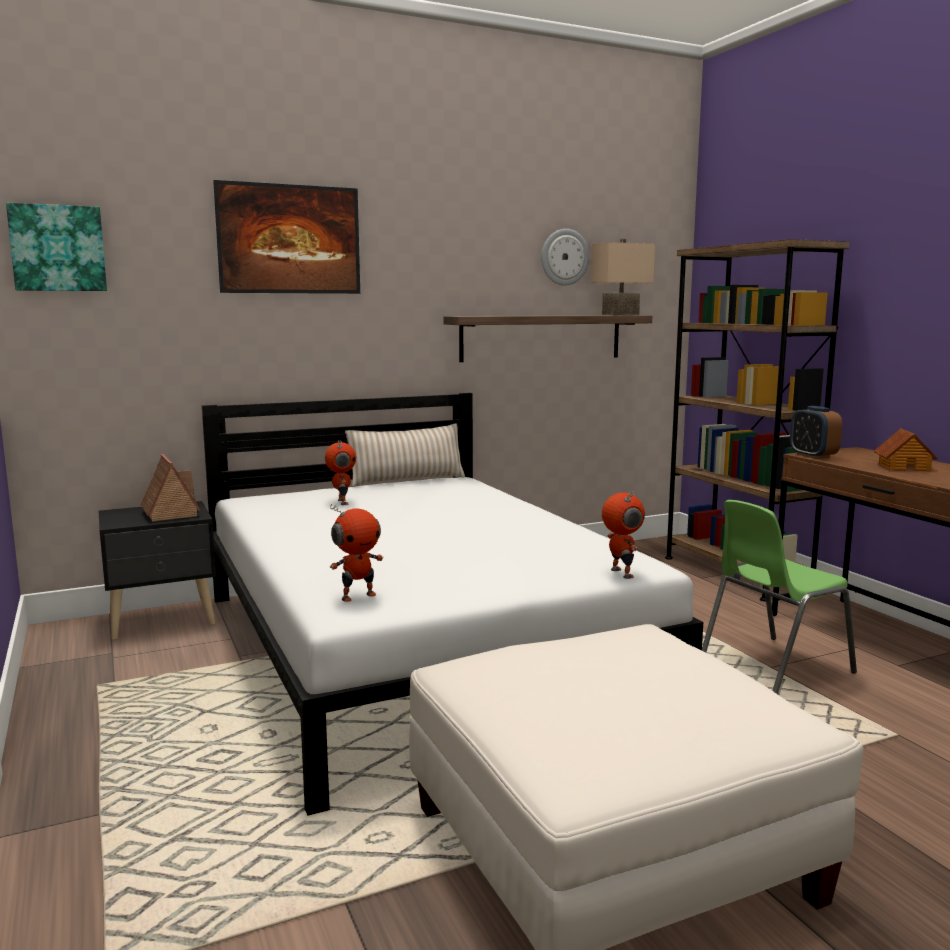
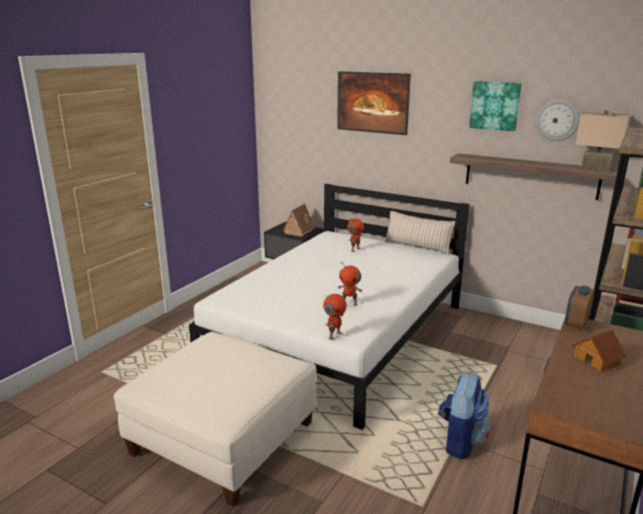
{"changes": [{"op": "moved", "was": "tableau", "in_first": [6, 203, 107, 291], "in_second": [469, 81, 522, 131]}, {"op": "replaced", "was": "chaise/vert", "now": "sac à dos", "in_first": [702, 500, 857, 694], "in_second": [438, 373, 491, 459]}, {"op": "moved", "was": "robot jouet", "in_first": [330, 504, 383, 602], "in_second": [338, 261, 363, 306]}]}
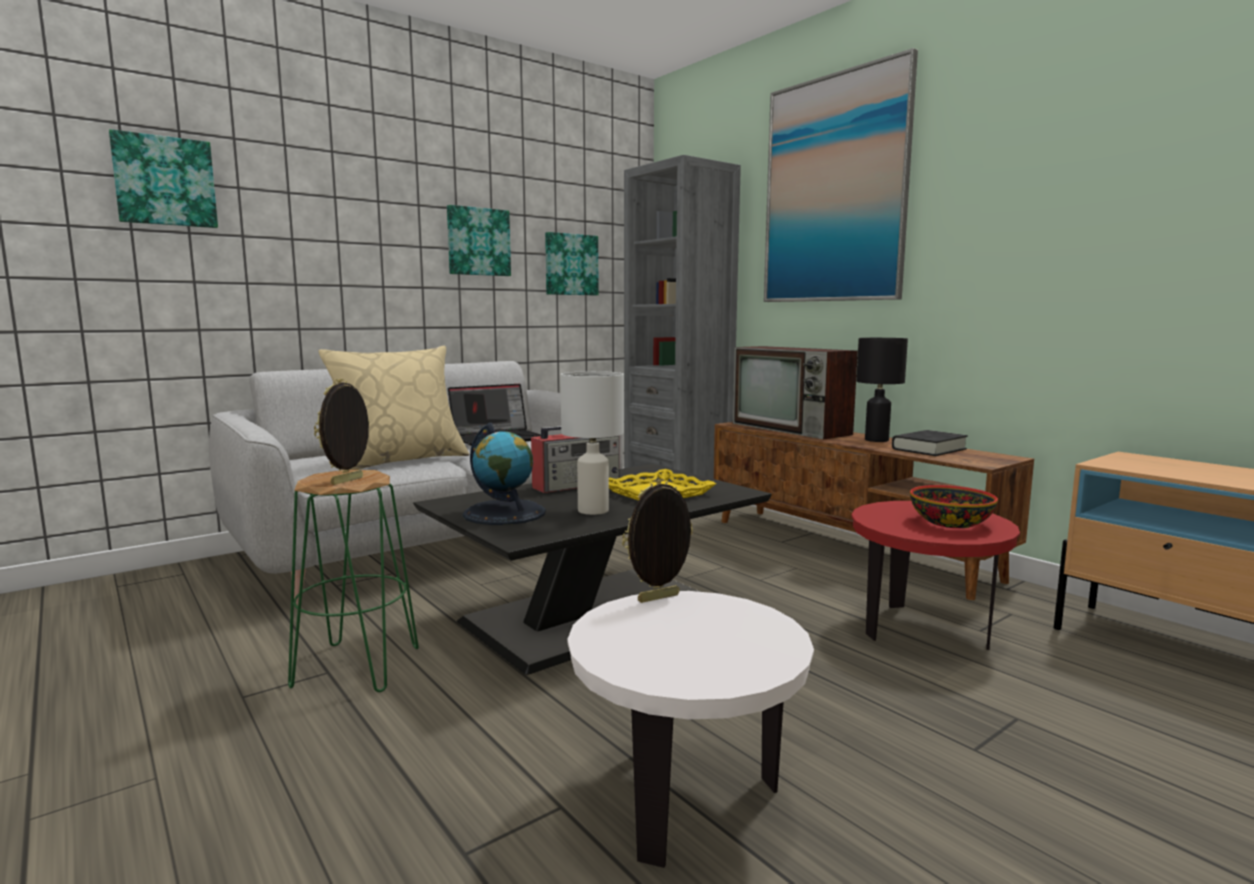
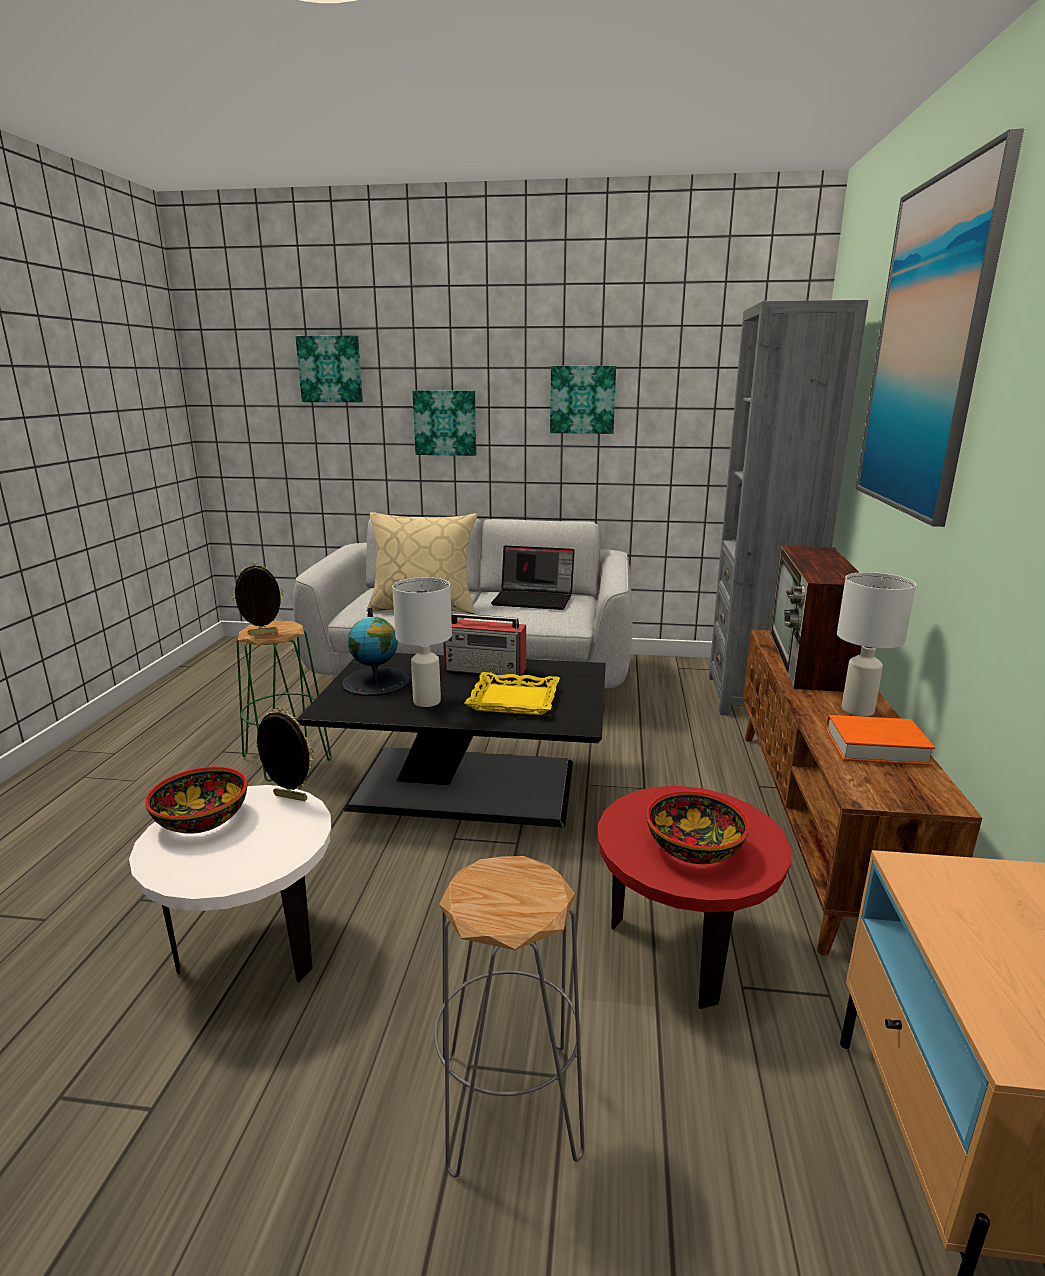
{"changes": [{"op": "moved", "was": "tableau", "in_first": [545, 232, 599, 295], "in_second": [412, 390, 477, 456]}, {"op": "recoloured", "was": "lampe de table/noir", "now": "lampe de table/blanc", "in_first": [856, 338, 908, 442], "in_second": [837, 572, 916, 717]}, {"op": "recoloured", "was": "livre/noir", "now": "livre/orange", "in_first": [892, 430, 968, 456], "in_second": [826, 715, 935, 766]}, {"op": "added", "now": "bol", "in_second": [145, 767, 247, 834]}, {"op": "added", "now": "tabouret/gris", "in_second": [434, 856, 585, 1178]}]}
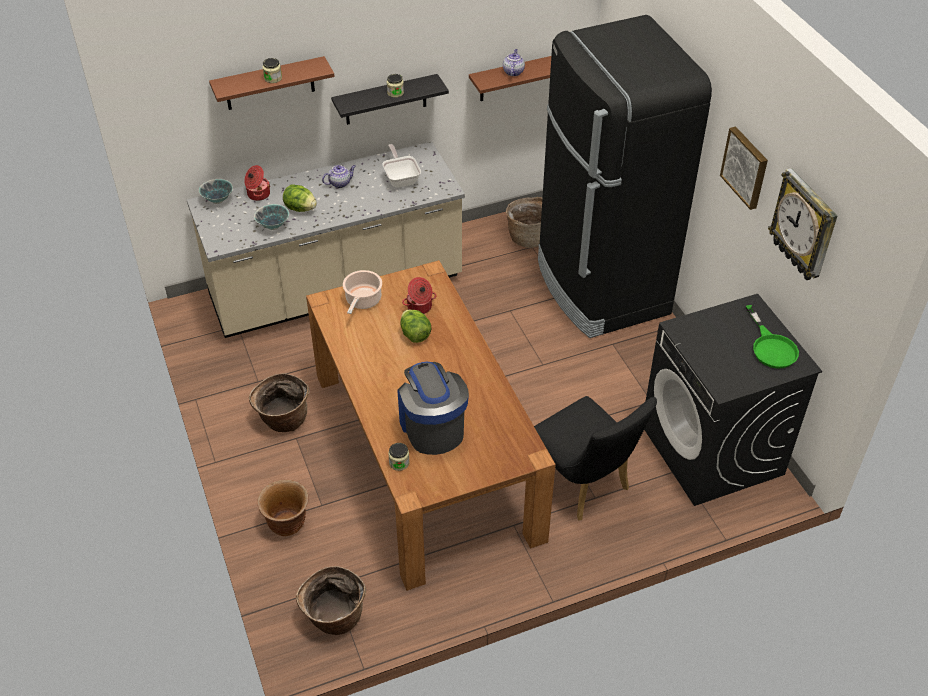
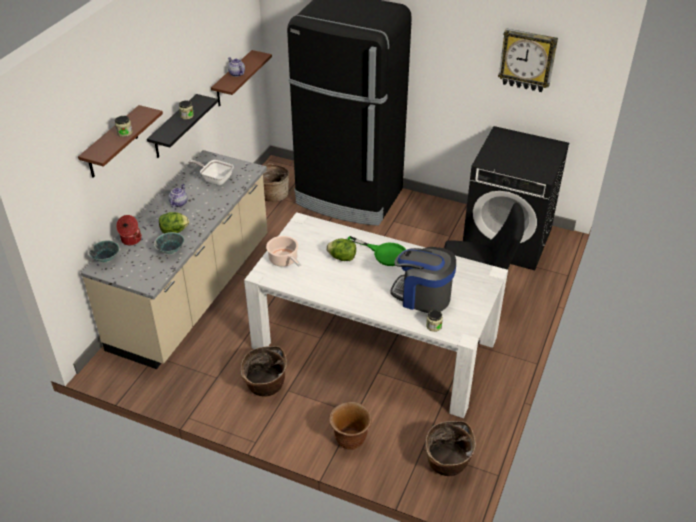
{"changes": [{"op": "removed", "was": "tableau", "in_first": [720, 127, 768, 210]}, {"op": "recoloured", "was": "table à manger/marron", "now": "table à manger/blanc", "in_first": [306, 260, 556, 591], "in_second": [244, 212, 508, 418]}, {"op": "removed", "was": "marmite", "in_first": [402, 277, 437, 314]}, {"op": "moved", "was": "poêle/vert", "in_first": [746, 305, 799, 369], "in_second": [347, 236, 406, 266]}]}
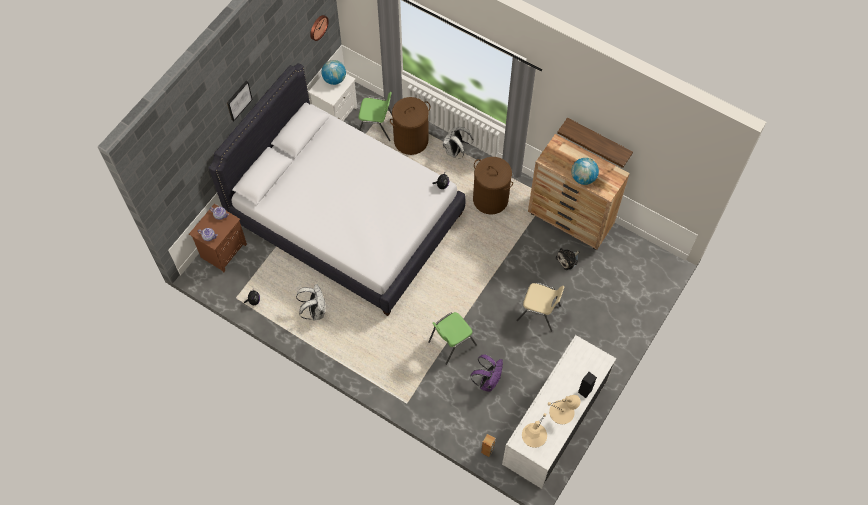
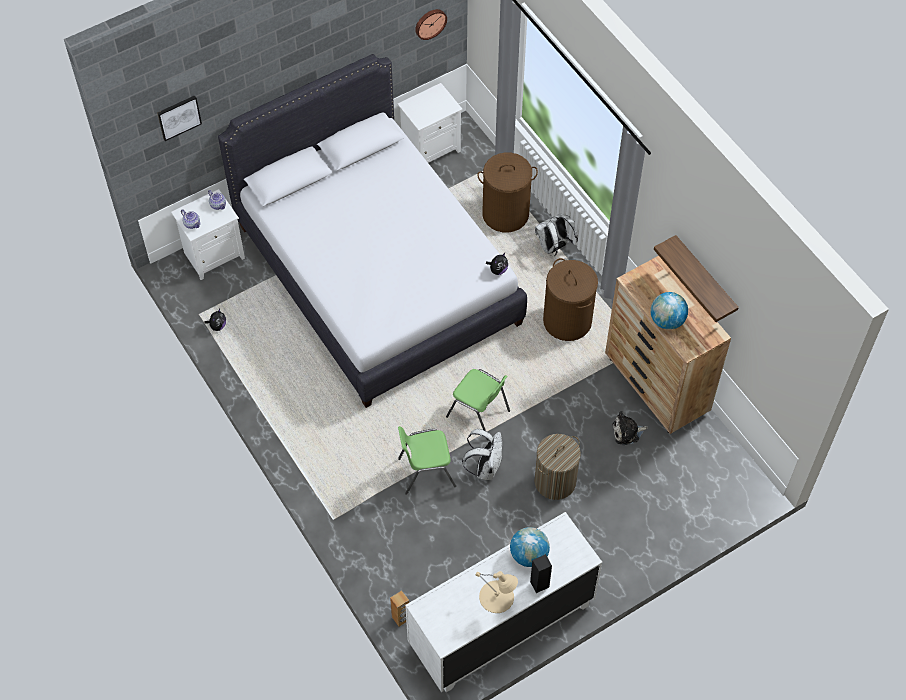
{"changes": [{"op": "moved", "was": "globe", "in_first": [321, 60, 346, 85], "in_second": [510, 527, 550, 567]}, {"op": "moved", "was": "tableau", "in_first": [227, 81, 253, 121], "in_second": [157, 95, 202, 141]}, {"op": "moved", "was": "chaise/vert", "in_first": [358, 92, 392, 141], "in_second": [446, 369, 510, 440]}, {"op": "recoloured", "was": "table de chevet/marron", "now": "table de chevet/blanc", "in_first": [189, 204, 247, 273], "in_second": [171, 189, 245, 280]}, {"op": "replaced", "was": "chaise/beige", "now": "panier à linge", "in_first": [516, 282, 564, 332], "in_second": [534, 434, 581, 500]}, {"op": "moved", "was": "sac à dos/blanc", "in_first": [296, 284, 326, 320], "in_second": [462, 429, 502, 480]}, {"op": "removed", "was": "sac à dos/violet", "in_first": [470, 354, 503, 392]}, {"op": "removed", "was": "lampe de table/beige", "in_first": [522, 413, 547, 448]}]}
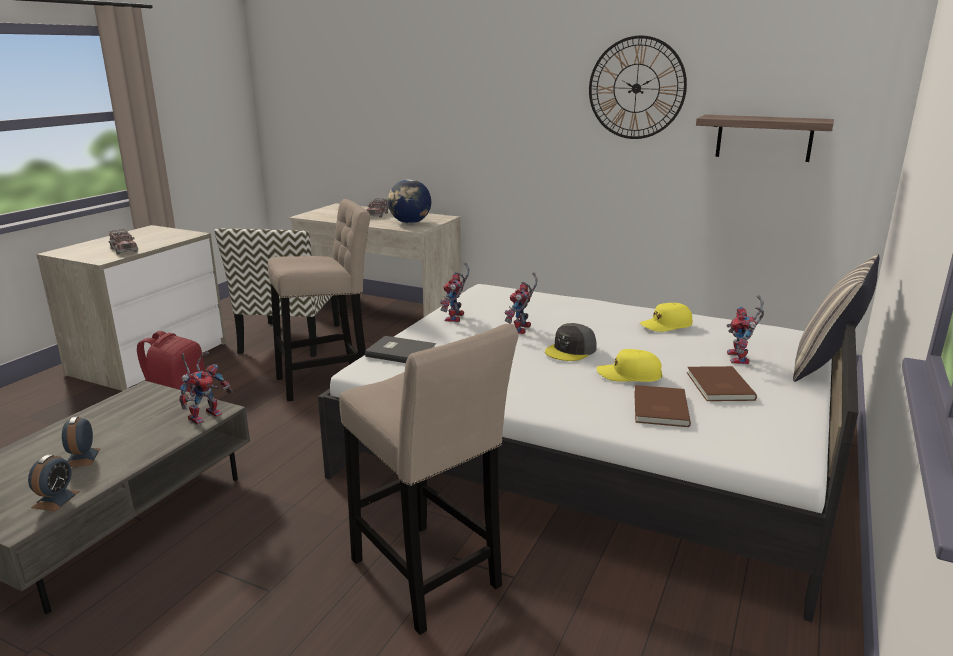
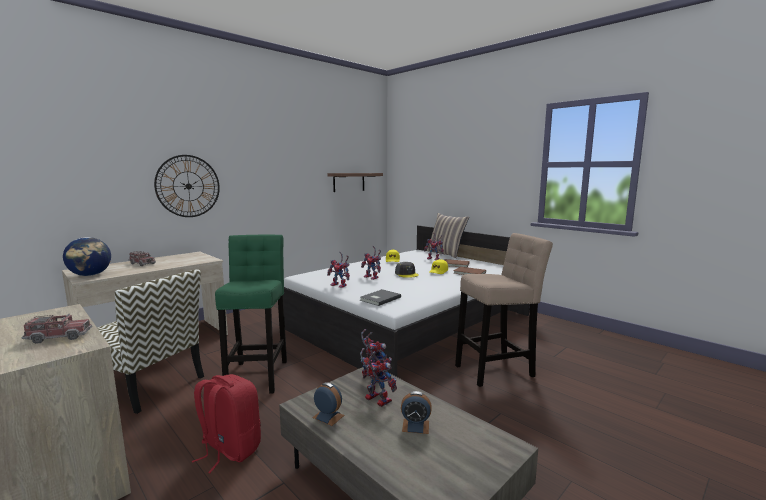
{"changes": [{"op": "moved", "was": "horloge murale", "in_first": [589, 35, 687, 139], "in_second": [154, 155, 220, 217]}, {"op": "moved", "was": "globe", "in_first": [388, 179, 431, 224], "in_second": [63, 237, 111, 276]}, {"op": "recoloured", "was": "tabouret/beige", "now": "tabouret/vert", "in_first": [268, 199, 370, 401], "in_second": [215, 235, 287, 394]}, {"op": "moved", "was": "réveil", "in_first": [28, 454, 80, 511], "in_second": [312, 382, 345, 426]}, {"op": "added", "now": "robot jouet", "in_second": [360, 348, 397, 407]}]}
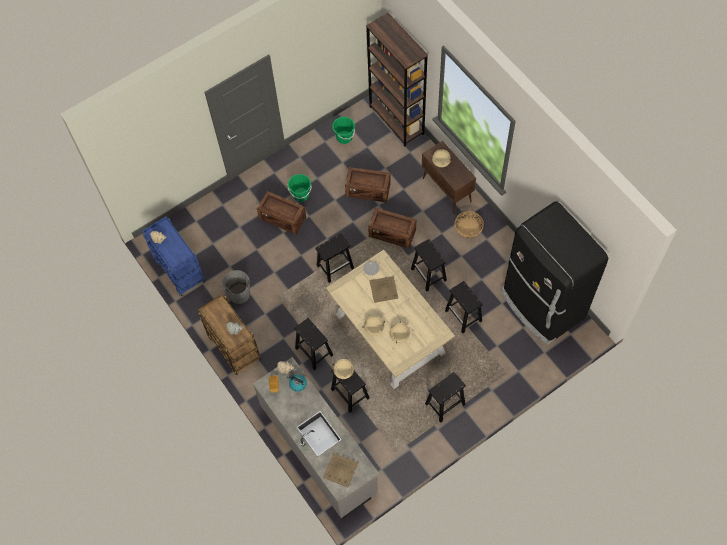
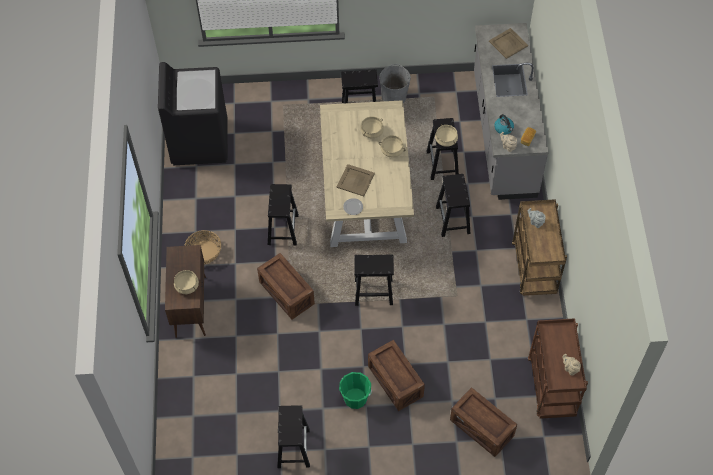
{"changes": [{"op": "removed", "was": "bibliothèque/marron", "in_first": [366, 12, 428, 147]}, {"op": "removed", "was": "seau/vert", "in_first": [333, 117, 355, 144]}, {"op": "moved", "was": "caisse", "in_first": [345, 167, 391, 202], "in_second": [450, 387, 517, 457]}, {"op": "replaced", "was": "réfrigérateur/noir", "now": "lave-linge/noir", "in_first": [501, 201, 608, 345], "in_second": [158, 62, 228, 165]}, {"op": "recoloured", "was": "chariot/bleu", "now": "chariot/marron", "in_first": [142, 216, 205, 296], "in_second": [528, 318, 588, 419]}, {"op": "moved", "was": "seau/gris", "in_first": [222, 270, 250, 304], "in_second": [379, 64, 411, 103]}, {"op": "moved", "was": "tabouret/noir", "in_first": [445, 281, 483, 334], "in_second": [277, 405, 310, 468]}]}
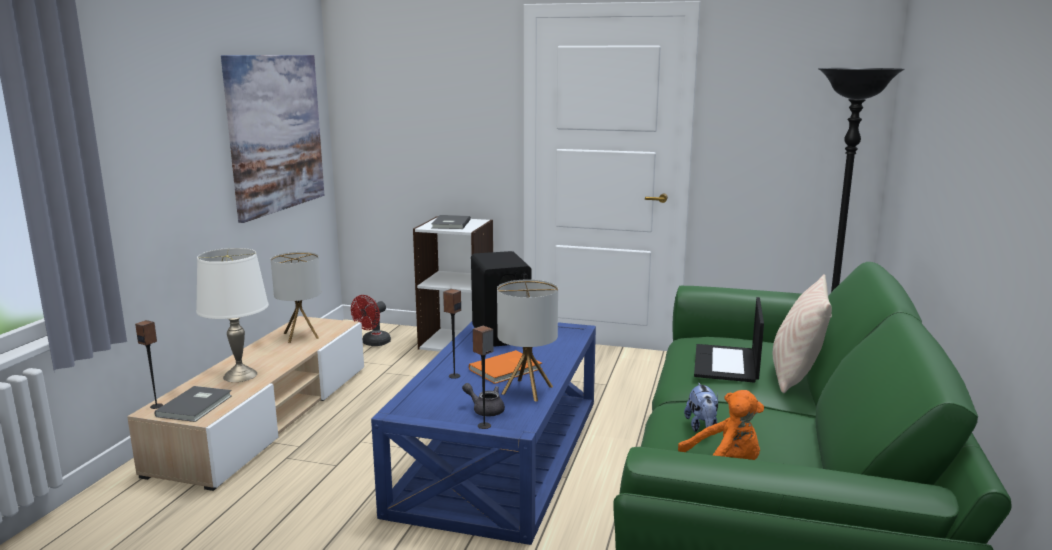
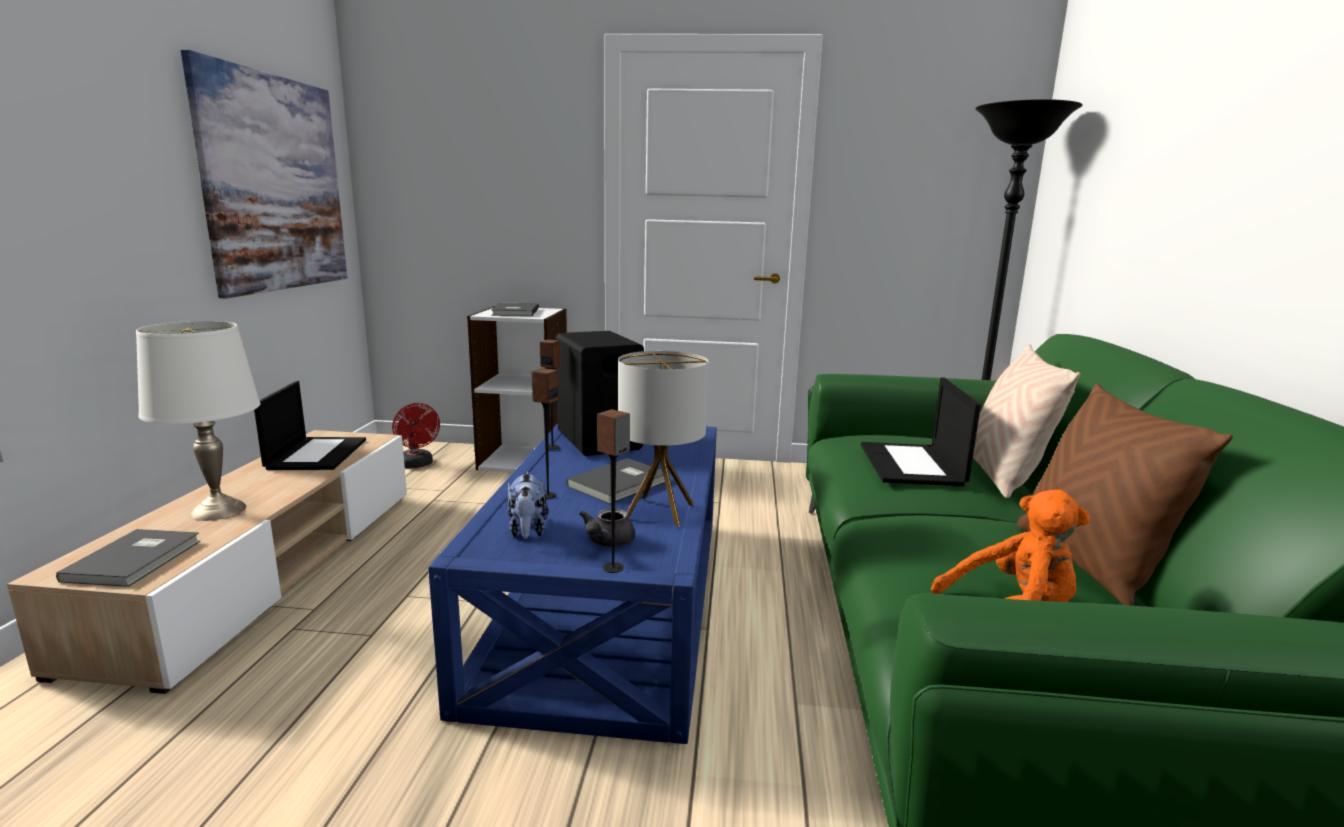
{"changes": [{"op": "replaced", "was": "lampe de table", "now": "ordinateur portable", "in_first": [271, 252, 321, 343], "in_second": [254, 381, 366, 470]}, {"op": "turned", "was": "ventilateur/rouge", "in_first": [351, 295, 391, 346], "in_second": [392, 403, 440, 469], "clockwise": -60}, {"op": "moved", "was": "enceinte", "in_first": [135, 320, 163, 409], "in_second": [540, 339, 561, 450]}, {"op": "recoloured", "was": "livre/orange", "now": "livre/gris", "in_first": [469, 350, 542, 384], "in_second": [566, 458, 665, 504]}, {"op": "turned", "was": "théière/gris", "in_first": [462, 383, 505, 417], "in_second": [579, 508, 635, 547], "clockwise": -90}, {"op": "moved", "was": "peluche", "in_first": [684, 383, 719, 432], "in_second": [507, 472, 549, 539]}, {"op": "added", "now": "coussin/marron", "in_second": [1017, 383, 1233, 606]}]}
